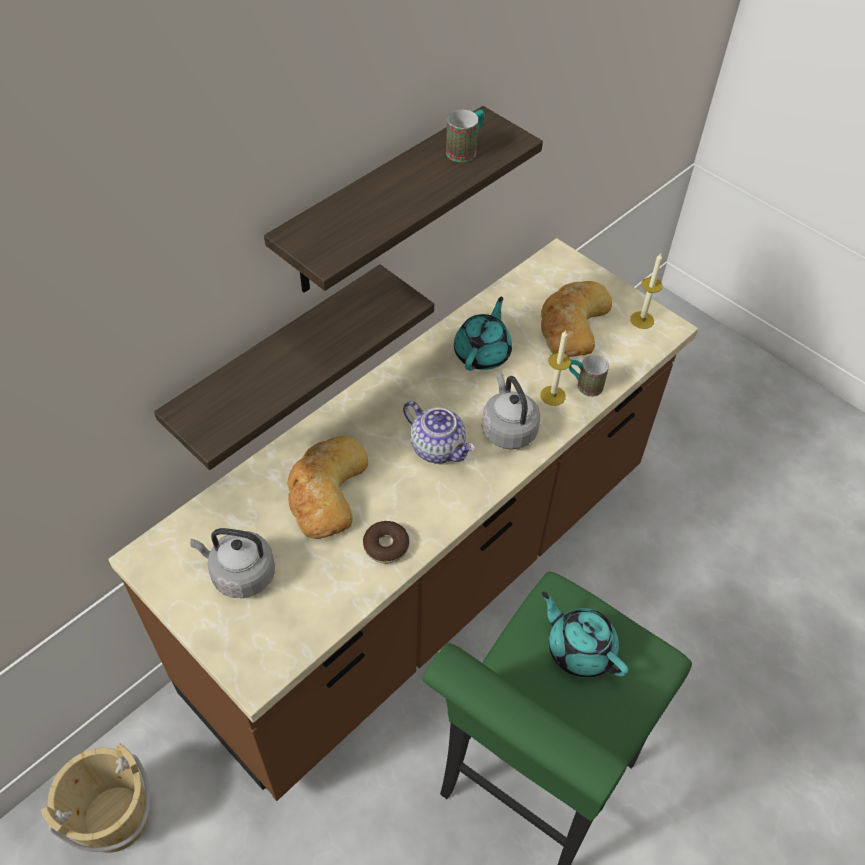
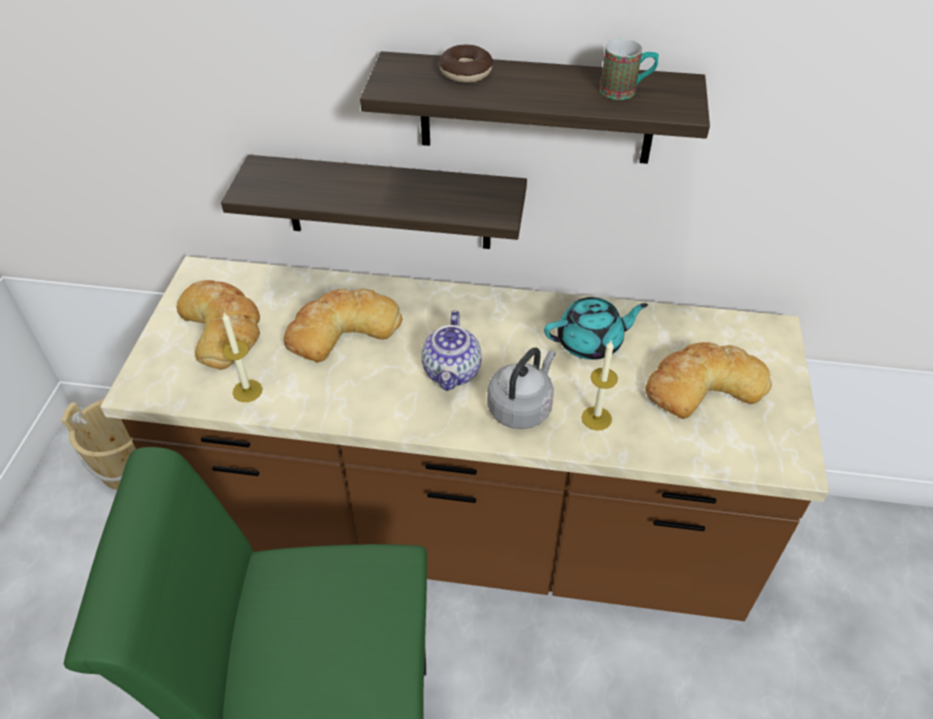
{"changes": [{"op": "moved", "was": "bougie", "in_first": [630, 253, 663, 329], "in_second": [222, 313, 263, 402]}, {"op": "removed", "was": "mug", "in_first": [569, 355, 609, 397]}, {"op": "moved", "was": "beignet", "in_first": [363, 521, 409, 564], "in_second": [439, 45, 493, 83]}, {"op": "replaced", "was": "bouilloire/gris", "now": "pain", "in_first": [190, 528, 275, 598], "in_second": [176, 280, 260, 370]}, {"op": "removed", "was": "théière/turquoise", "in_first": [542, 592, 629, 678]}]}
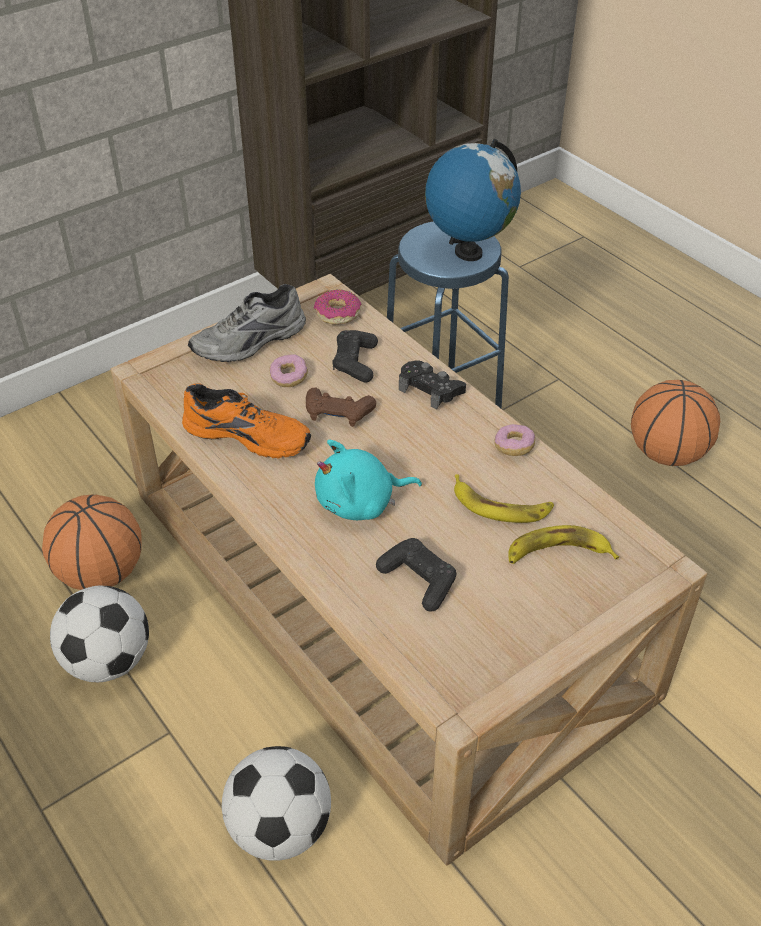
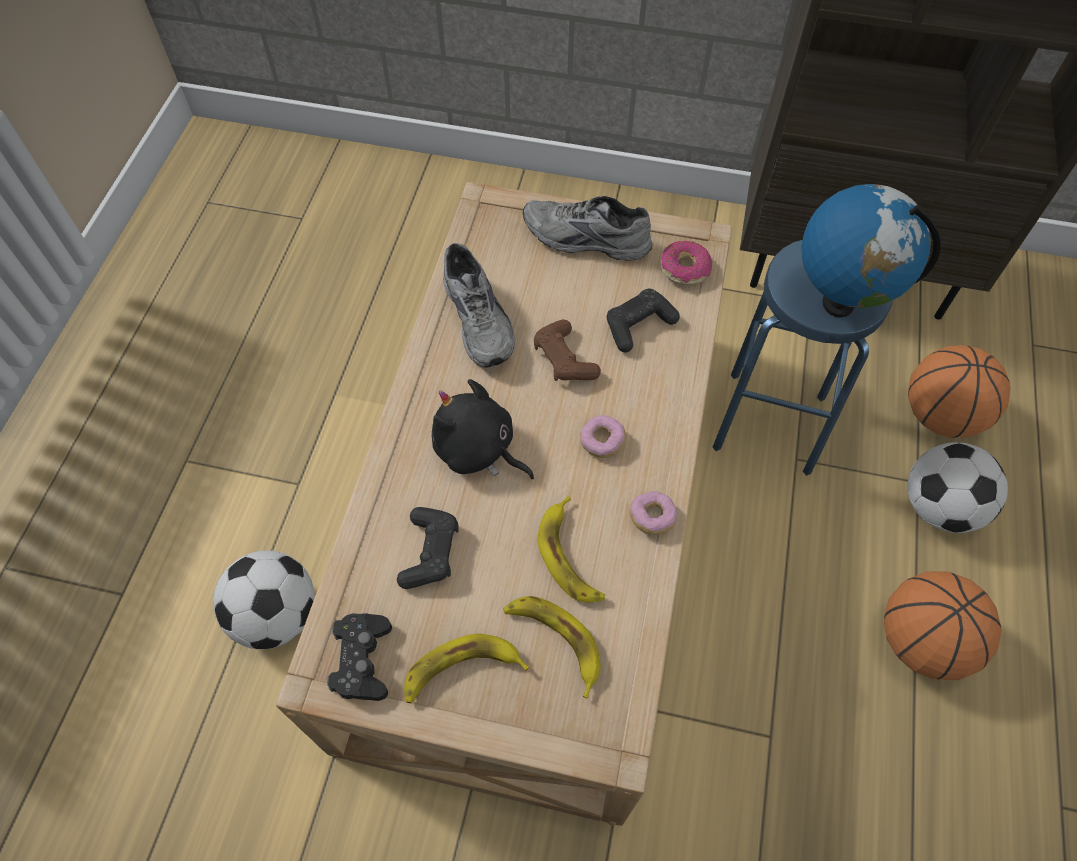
{"changes": [{"op": "moved", "was": "beignet", "in_first": [269, 354, 308, 387], "in_second": [580, 415, 626, 458]}, {"op": "moved", "was": "manette/noir", "in_first": [399, 360, 466, 410], "in_second": [327, 613, 392, 701]}, {"op": "recoloured", "was": "chaussure/orange", "now": "chaussure/gris", "in_first": [182, 383, 311, 459], "in_second": [443, 243, 515, 367]}, {"op": "recoloured", "was": "peluche/turquoise", "now": "peluche/noir", "in_first": [315, 440, 422, 520], "in_second": [432, 379, 534, 479]}, {"op": "moved", "was": "ballon de basket", "in_first": [42, 494, 142, 590], "in_second": [908, 345, 1010, 438]}, {"op": "moved", "was": "ballon de foot", "in_first": [50, 585, 149, 682], "in_second": [908, 442, 1008, 533]}, {"op": "added", "now": "banane", "in_second": [404, 634, 529, 703]}]}
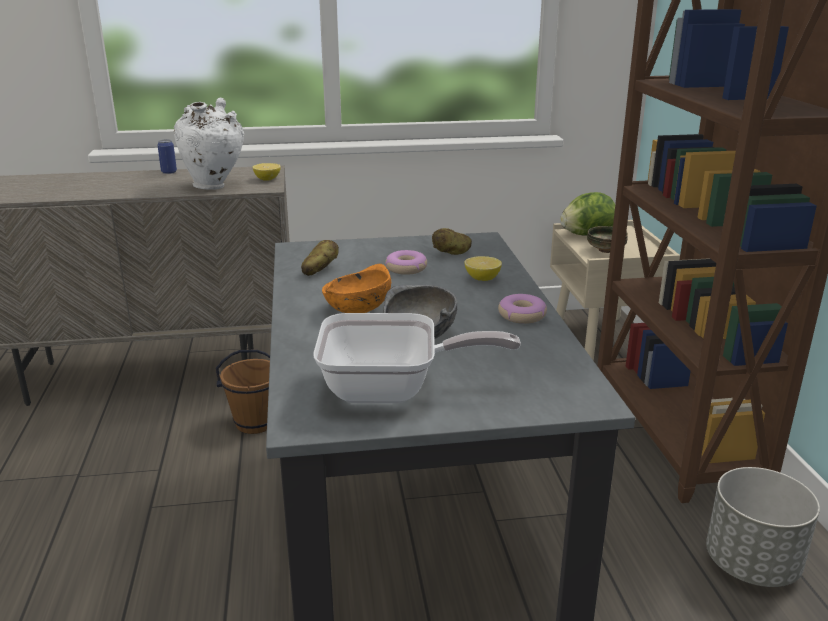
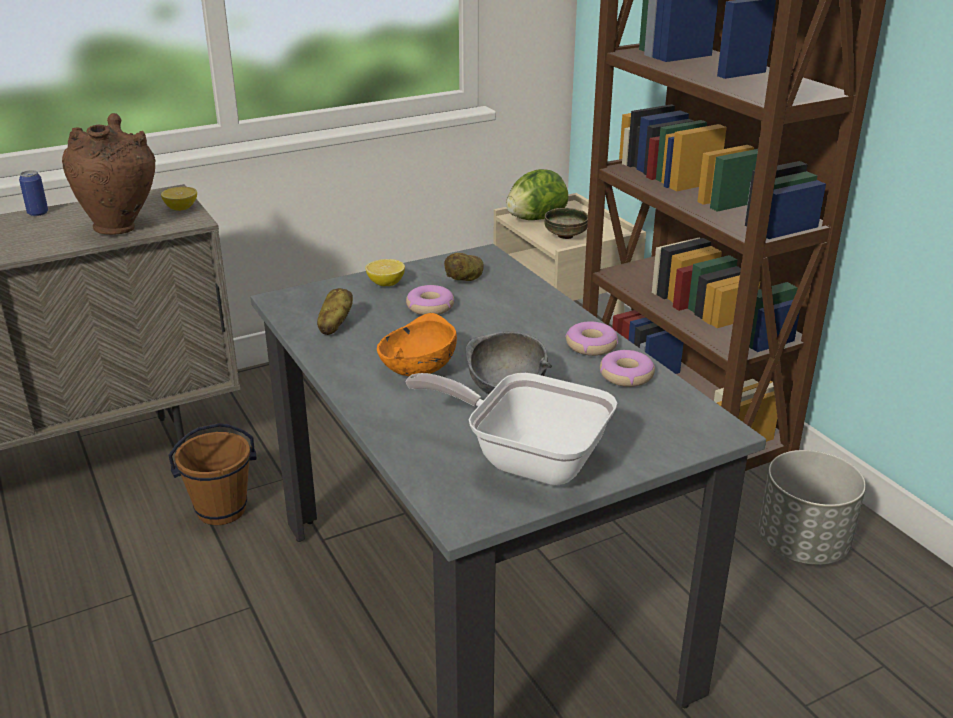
{"changes": [{"op": "recoloured", "was": "vase/blanc", "now": "vase/marron", "in_first": [174, 98, 244, 190], "in_second": [62, 113, 156, 235]}, {"op": "moved", "was": "citron", "in_first": [464, 256, 502, 281], "in_second": [365, 259, 405, 286]}, {"op": "turned", "was": "poêle", "in_first": [313, 313, 521, 403], "in_second": [406, 373, 617, 486], "clockwise": -135}, {"op": "added", "now": "beignet", "in_second": [600, 350, 655, 387]}]}
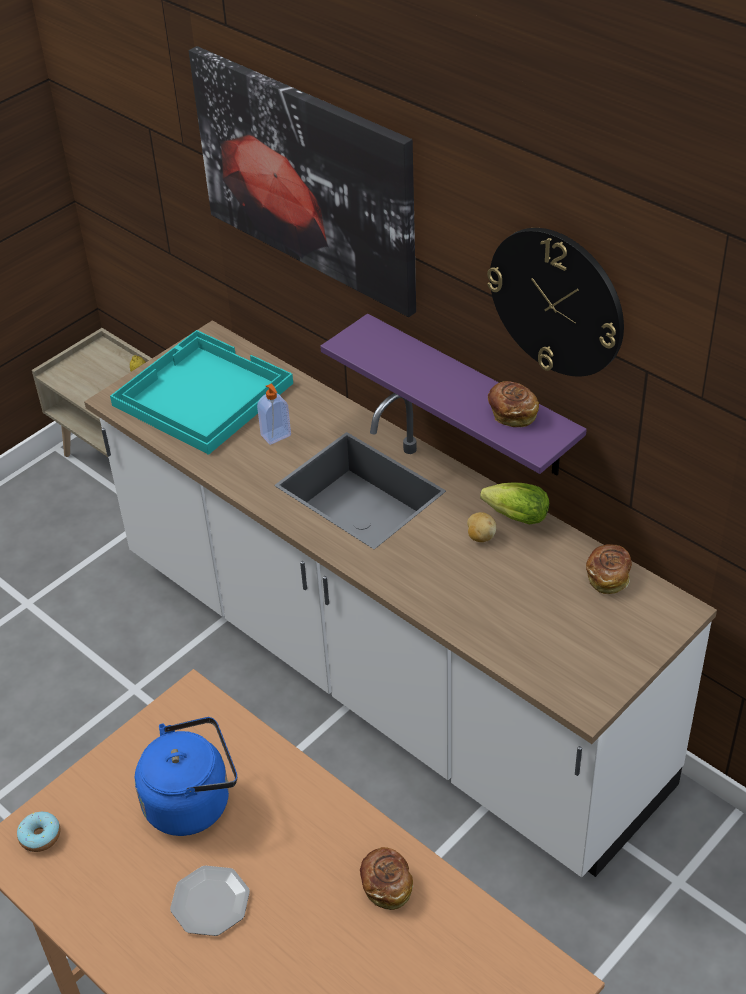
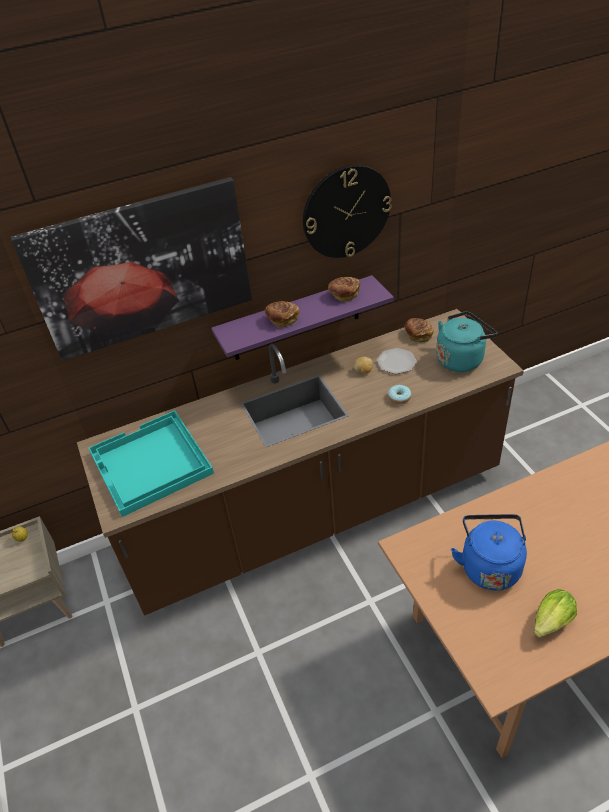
{"changes": [{"op": "recoloured", "was": "comptoir de cuisine/blanc", "now": "comptoir de cuisine/marron", "in_first": [84, 320, 717, 877], "in_second": [77, 309, 524, 616]}, {"op": "removed", "was": "distributeur de savon", "in_first": [257, 384, 291, 445]}, {"op": "moved", "was": "laitue", "in_first": [480, 483, 549, 524], "in_second": [534, 589, 577, 637]}, {"op": "moved", "was": "beignet", "in_first": [17, 812, 61, 852], "in_second": [388, 385, 411, 404]}, {"op": "moved", "was": "pain", "in_first": [360, 847, 413, 910], "in_second": [265, 301, 299, 327]}, {"op": "moved", "was": "assiette", "in_first": [170, 866, 250, 936], "in_second": [377, 348, 417, 374]}, {"op": "added", "now": "bouilloire/turquoise", "in_second": [436, 311, 497, 372]}]}
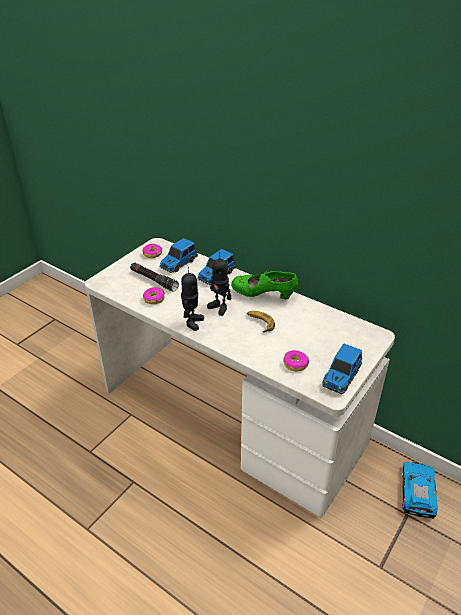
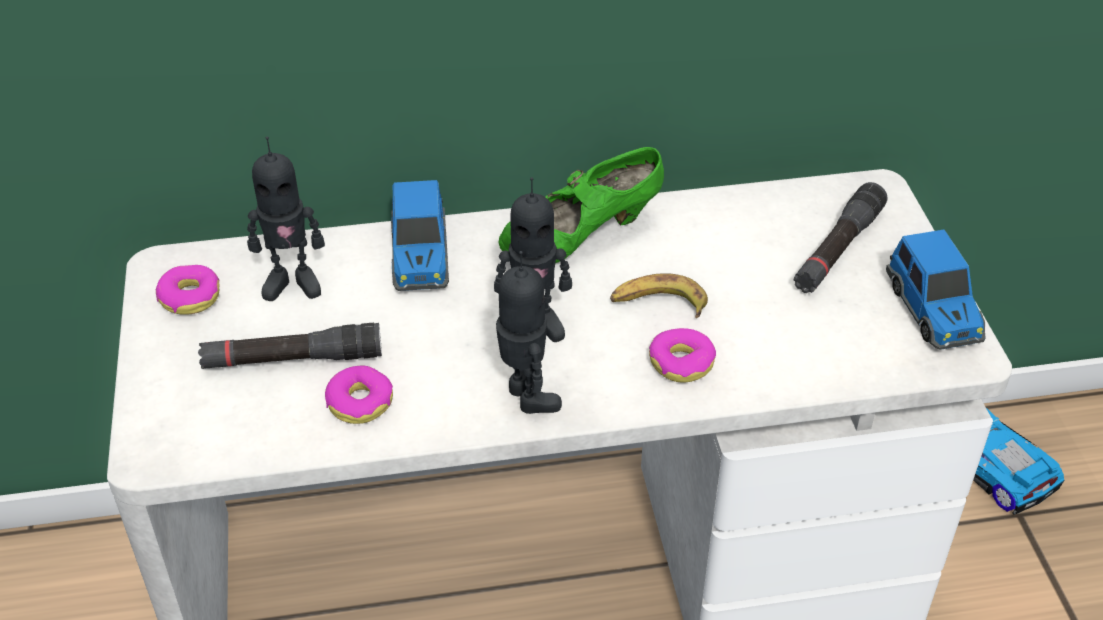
{"changes": [{"op": "replaced", "was": "petite voiture", "now": "robot jouet", "in_first": [159, 238, 198, 273], "in_second": [247, 137, 325, 301]}, {"op": "moved", "was": "beignet", "in_first": [283, 350, 309, 371], "in_second": [649, 328, 716, 383]}, {"op": "added", "now": "lampe de poche/noir", "in_second": [793, 182, 888, 293]}]}
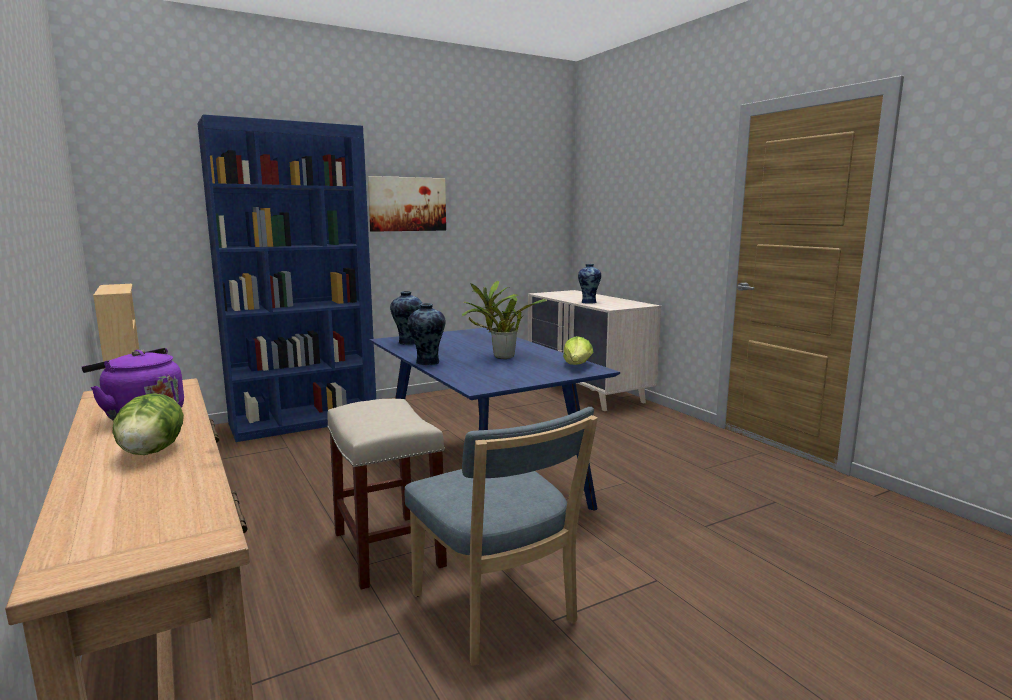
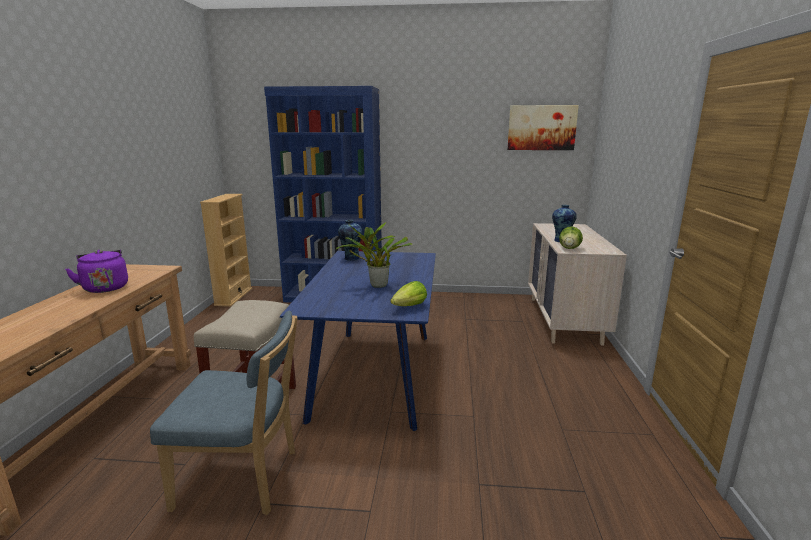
{"changes": [{"op": "moved", "was": "tableau", "in_first": [367, 176, 446, 232], "in_second": [507, 105, 579, 150]}, {"op": "removed", "was": "vase", "in_first": [408, 303, 446, 365]}, {"op": "moved", "was": "laitue", "in_first": [113, 394, 184, 455], "in_second": [559, 226, 583, 249]}, {"op": "turned", "was": "chaise/bleu", "in_first": [405, 407, 598, 666], "in_second": [150, 310, 298, 515], "clockwise": -90}]}
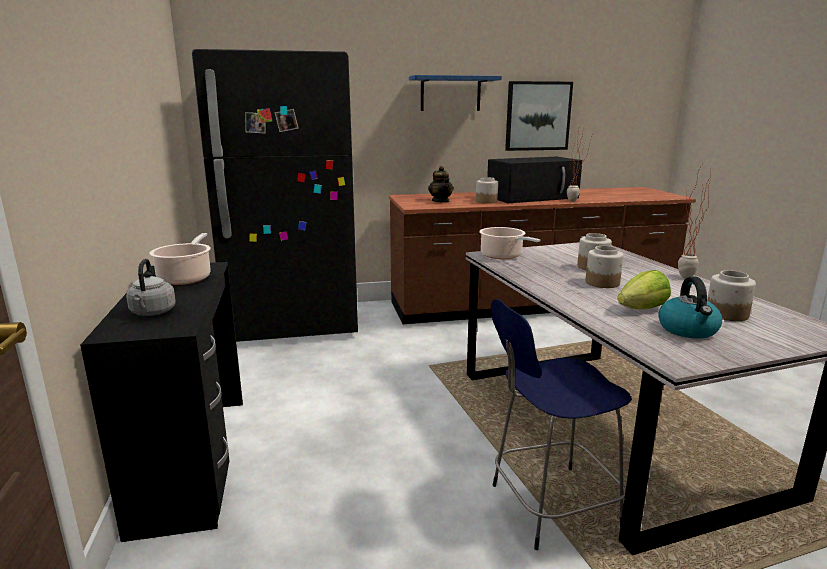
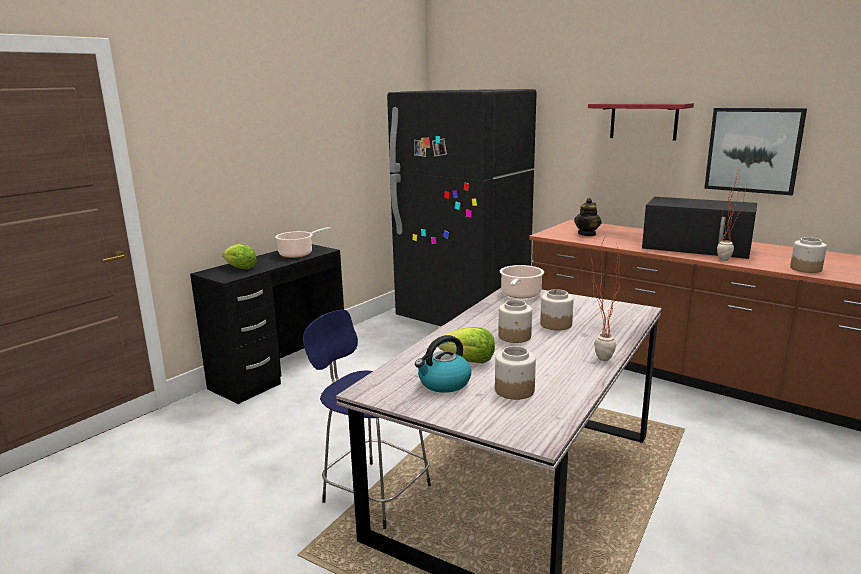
{"changes": [{"op": "recoloured", "was": "étagère/bleu", "now": "étagère/rouge", "in_first": [409, 75, 502, 111], "in_second": [588, 103, 694, 141]}, {"op": "moved", "was": "bocal", "in_first": [476, 177, 498, 204], "in_second": [790, 237, 827, 273]}, {"op": "replaced", "was": "bouilloire/gris", "now": "laitue", "in_first": [126, 259, 176, 316], "in_second": [222, 244, 257, 269]}]}
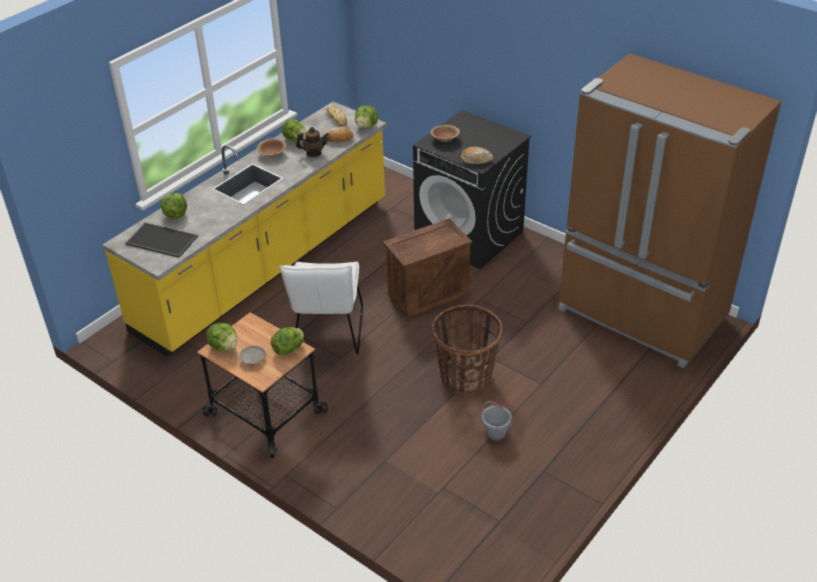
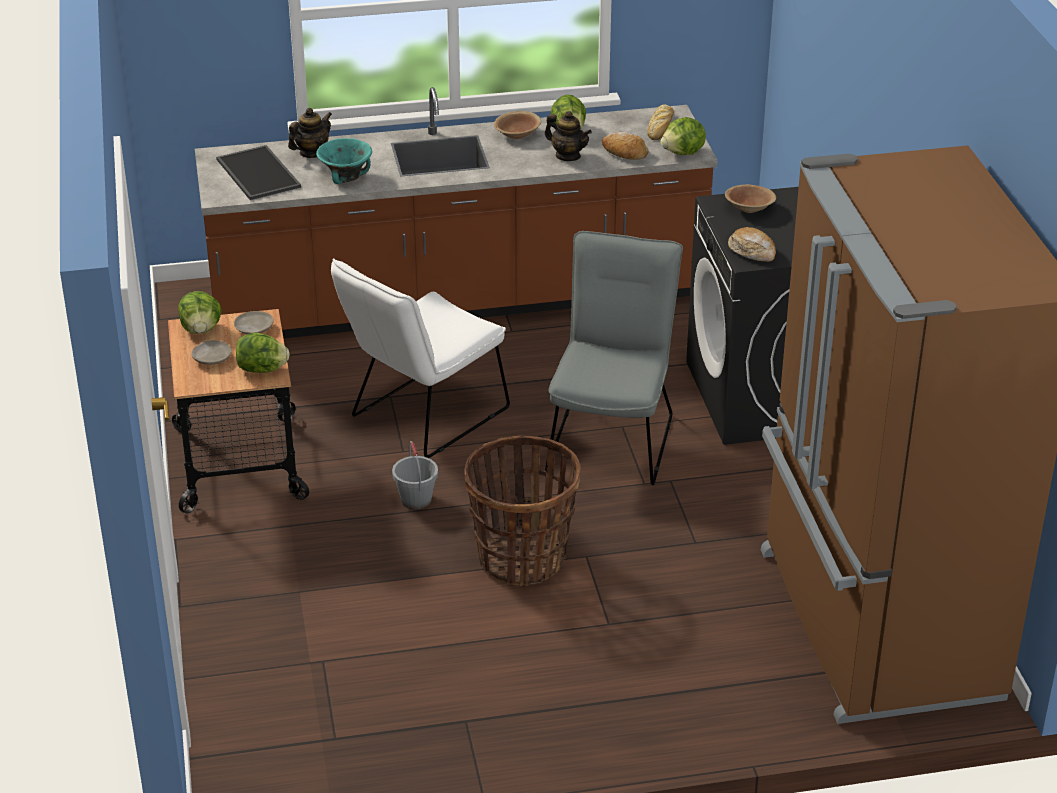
{"changes": [{"op": "recoloured", "was": "comptoir de cuisine/jaune", "now": "comptoir de cuisine/marron", "in_first": [102, 102, 387, 357], "in_second": [195, 87, 717, 338]}, {"op": "replaced", "was": "laitue", "now": "théière", "in_first": [161, 193, 187, 219], "in_second": [288, 108, 332, 158]}, {"op": "replaced", "was": "caisse", "now": "chaise/gris", "in_first": [383, 218, 472, 318], "in_second": [545, 231, 683, 485]}, {"op": "moved", "was": "seau/gris", "in_first": [482, 401, 512, 441], "in_second": [392, 441, 438, 510]}, {"op": "added", "now": "bol/turquoise", "in_second": [316, 138, 372, 184]}, {"op": "added", "now": "assiette/beige", "in_second": [234, 311, 274, 334]}]}
